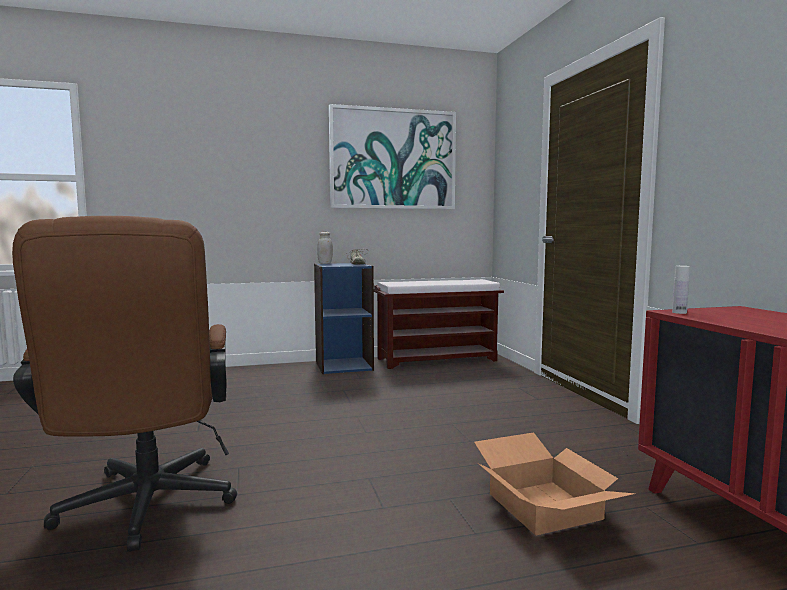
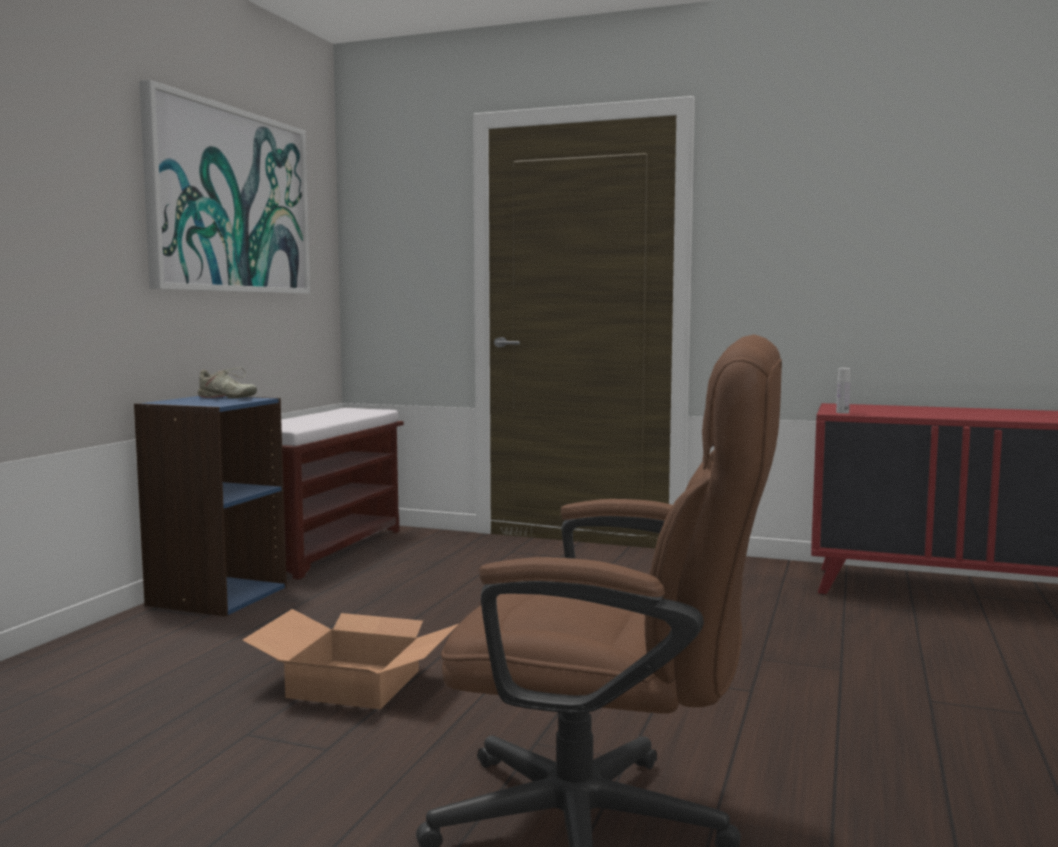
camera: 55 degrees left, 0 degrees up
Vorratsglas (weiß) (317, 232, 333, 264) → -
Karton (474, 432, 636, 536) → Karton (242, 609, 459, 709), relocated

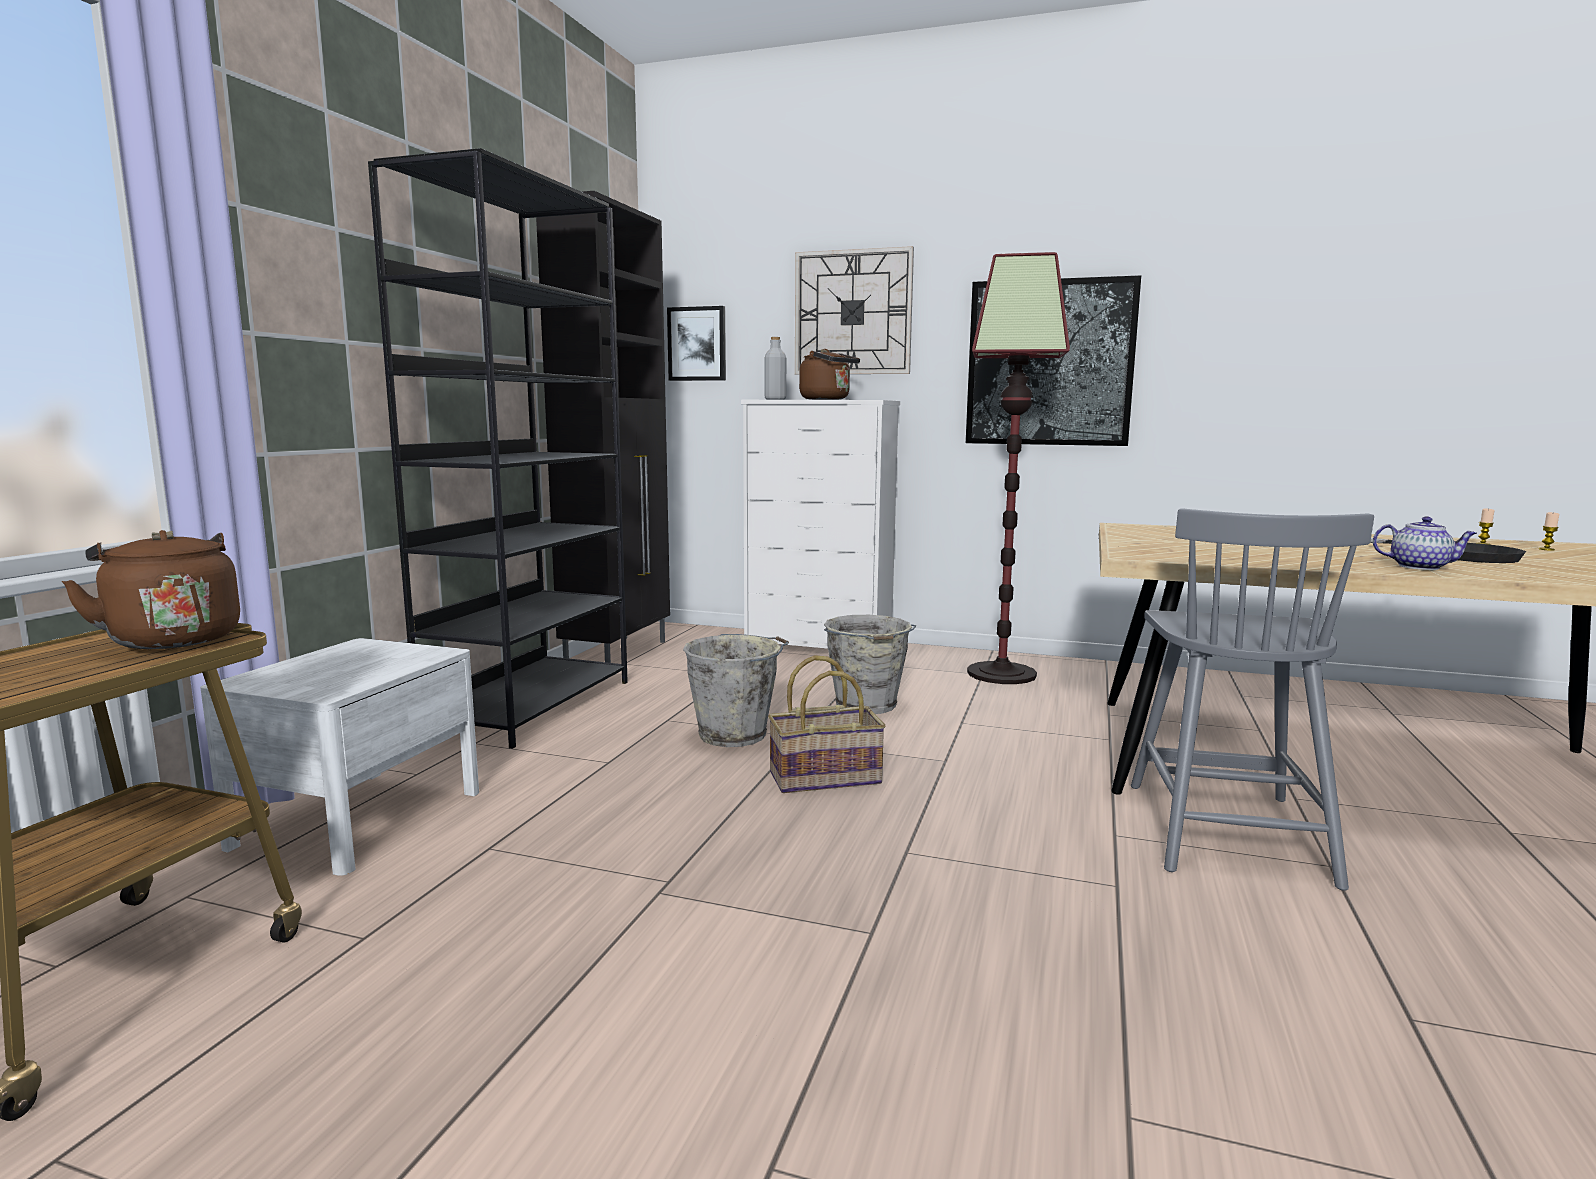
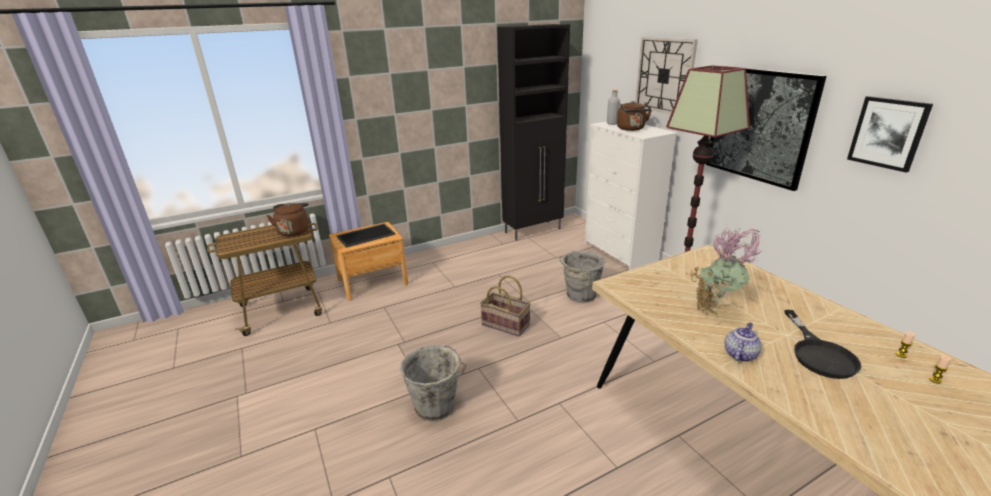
camera: 45 degrees right, 15 degrees up
Bücherregal (schwarz) (368, 148, 628, 749) → -
Stuhl (grau) (1131, 508, 1374, 891) → -
- → Tablett (337, 224, 396, 248)
- → Topfpflanze (691, 228, 763, 315)
Bild (667, 306, 726, 381) → Bild (847, 96, 933, 173), relocated
Eimer (grau) (683, 634, 789, 747) → Eimer (grau) (400, 346, 467, 422), relocated
Nachttisch (weiß) (200, 638, 479, 876) → Nachttisch (braun) (329, 222, 408, 301)
Teekanne (1373, 516, 1477, 570) → Teekanne (725, 322, 762, 362), 120 degrees counterclockwise

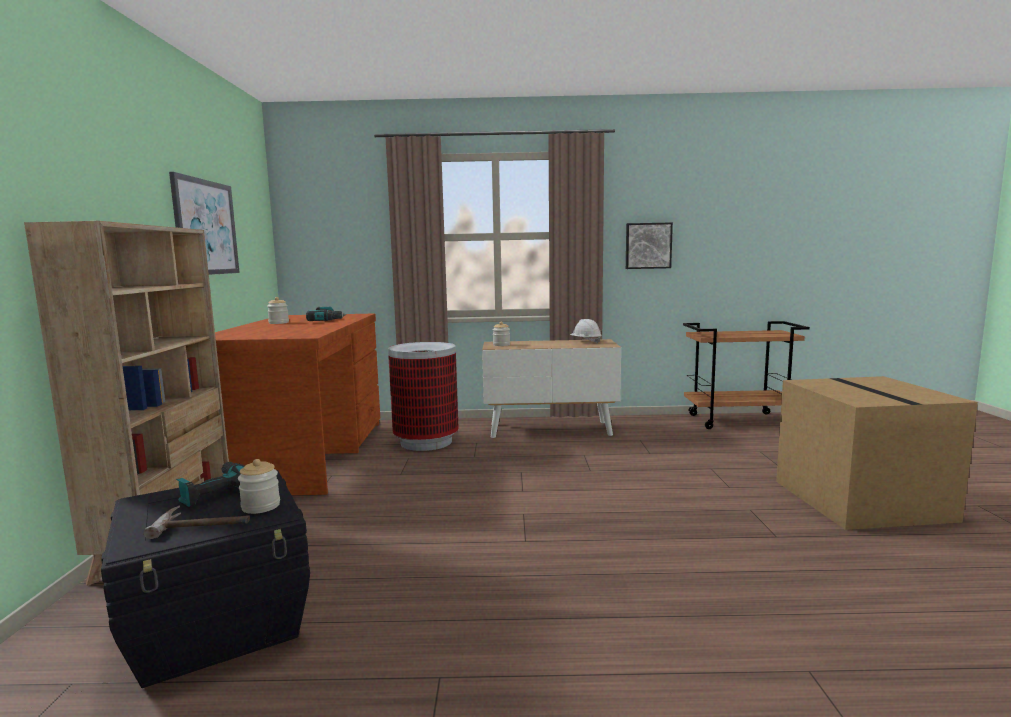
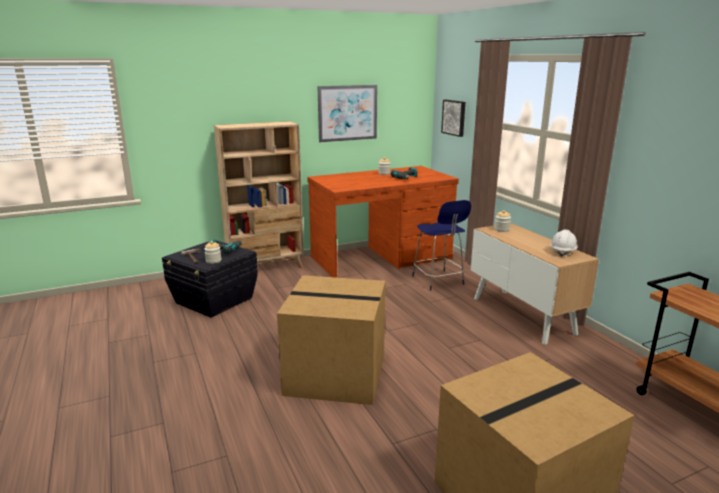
camera: 65 degrees right, 10 degrees up
- → Karton (277, 275, 385, 405)
Bild (626, 222, 673, 269) → Bild (441, 100, 465, 137), relocated
Mülleimer (388, 342, 458, 451) → Hocker (blau) (412, 200, 471, 291)

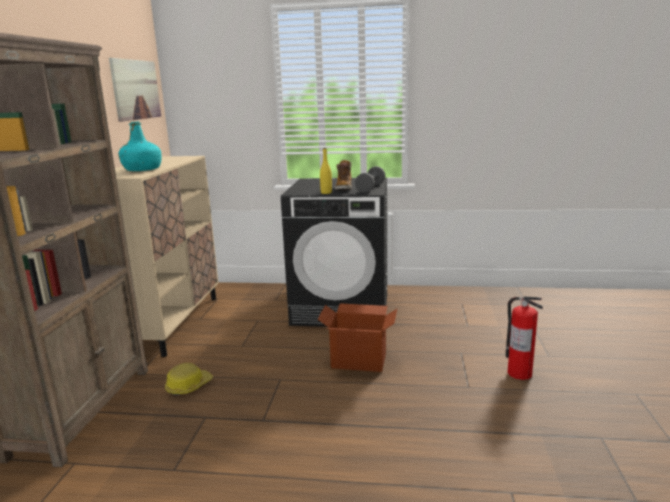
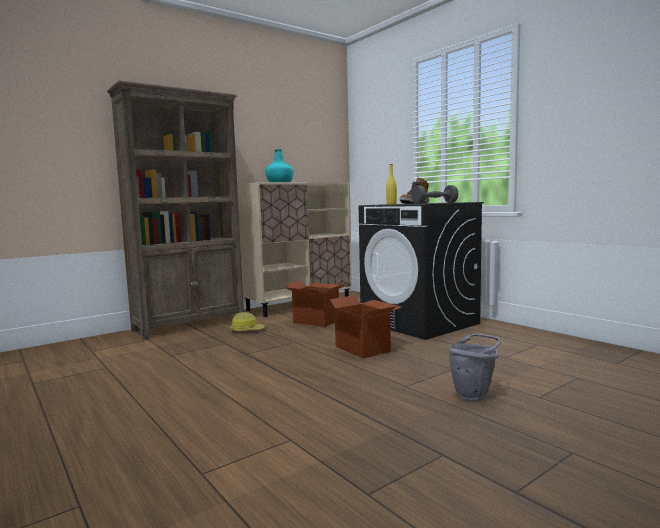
camera: 45 degrees right, 10 degrees down
Bild (109, 58, 161, 122) → -
- → Karton (284, 280, 345, 327)
Feuerlöscher (506, 296, 543, 380) → Eimer (grau) (448, 334, 501, 401)

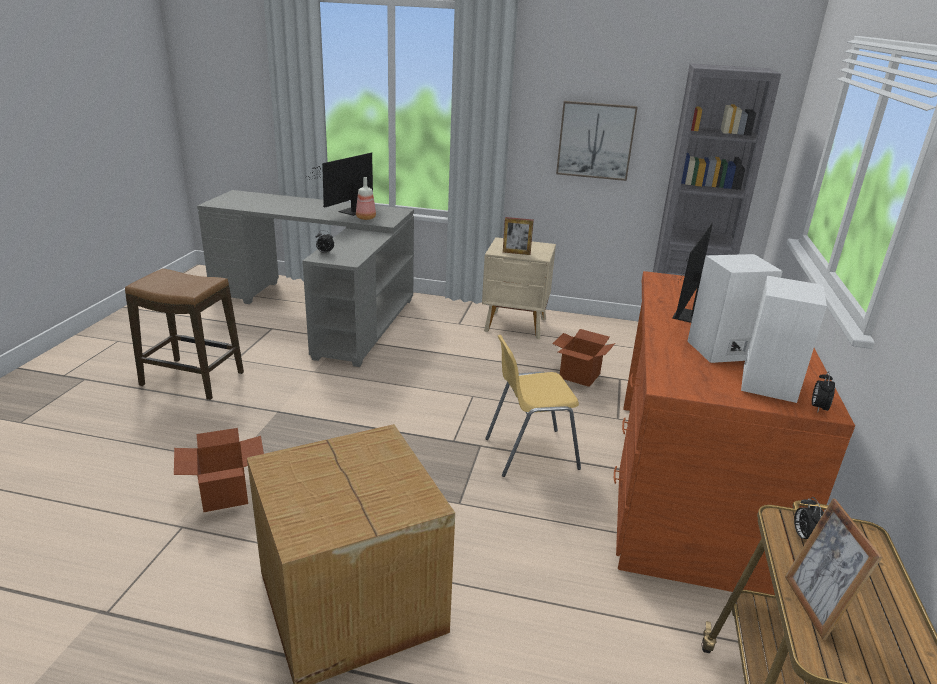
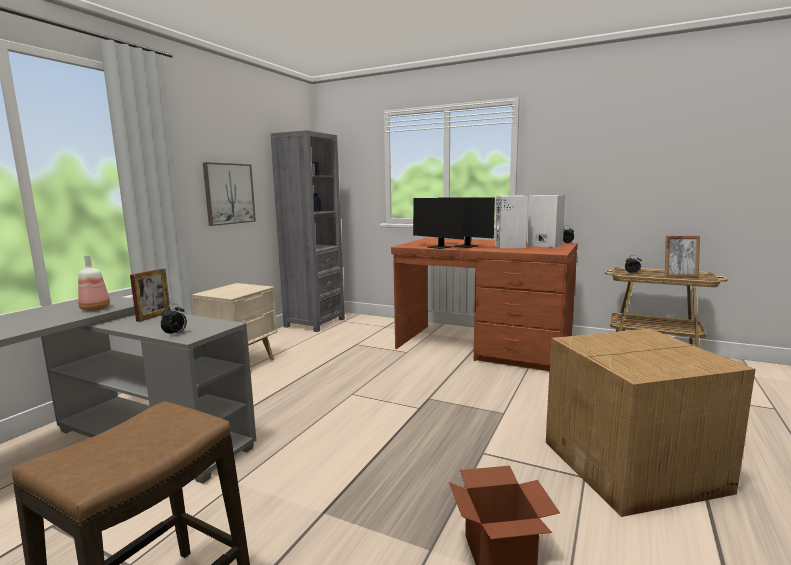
camera: 75 degrees left, 15 degrees down
Stuhl (gelb) (485, 335, 581, 477) → -
Karton (552, 329, 615, 387) → -
Monitor (305, 153, 373, 216) → Monitor (413, 198, 482, 249), relocated
Bilderrahmen (503, 217, 534, 255) → Bilderrahmen (130, 269, 170, 322), relocated

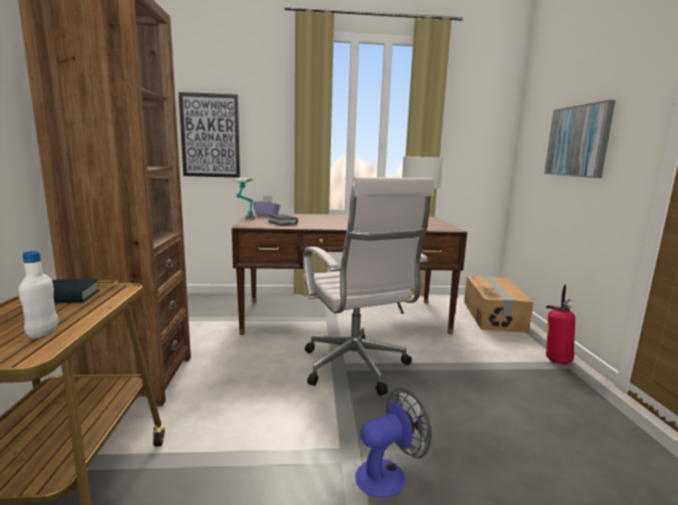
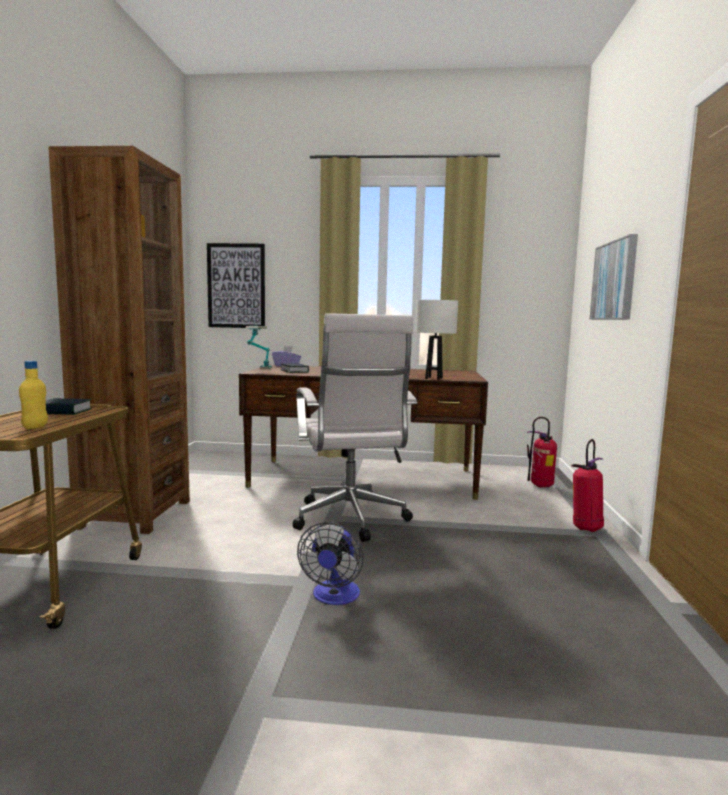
camera: 10 degrees right, 5 degrees down
Karton (464, 276, 534, 333) → Feuerlöscher (527, 417, 557, 487)
Flasche (weiß) (18, 251, 58, 339) → Flasche (gelb) (19, 361, 48, 429)
Ventilator (355, 388, 431, 498) → Ventilator (297, 522, 364, 605), 120 degrees clockwise

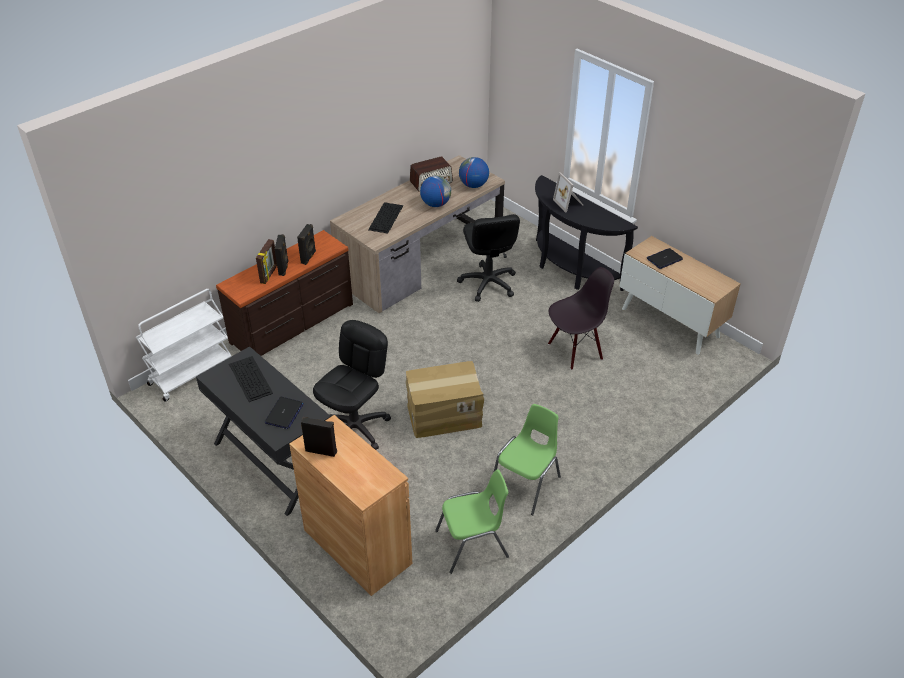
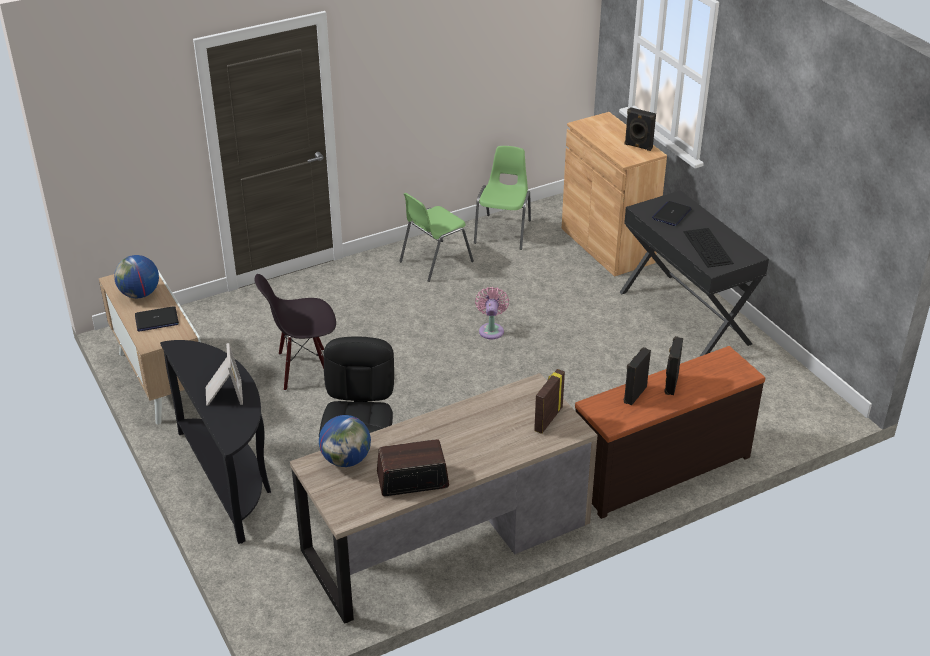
camera: 165 degrees left, 5 degrees down
Rollwagen (weiß) (136, 289, 232, 402) → -
Bürostuhl (schwarz) (313, 320, 391, 450) → -
Tastatur (368, 202, 403, 234) → -
Bilderrahmen (256, 239, 277, 284) → Bilderrahmen (534, 369, 565, 434), relocated
Globus (420, 176, 451, 207) → Globus (114, 255, 159, 298), relocated
Karton (406, 361, 484, 438) → Ventilator (rosa) (475, 287, 509, 339)
Stuhl (grün) (435, 469, 509, 574) → Stuhl (grün) (474, 146, 531, 250), 105 degrees clockwise

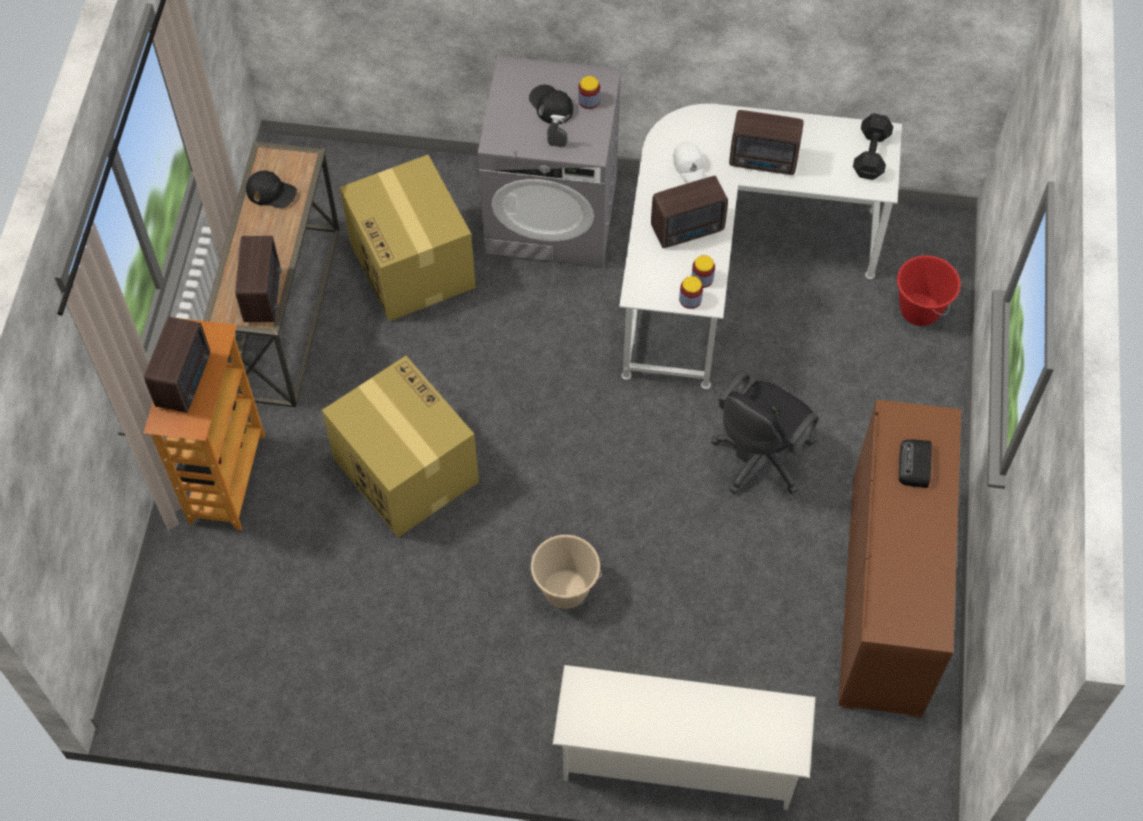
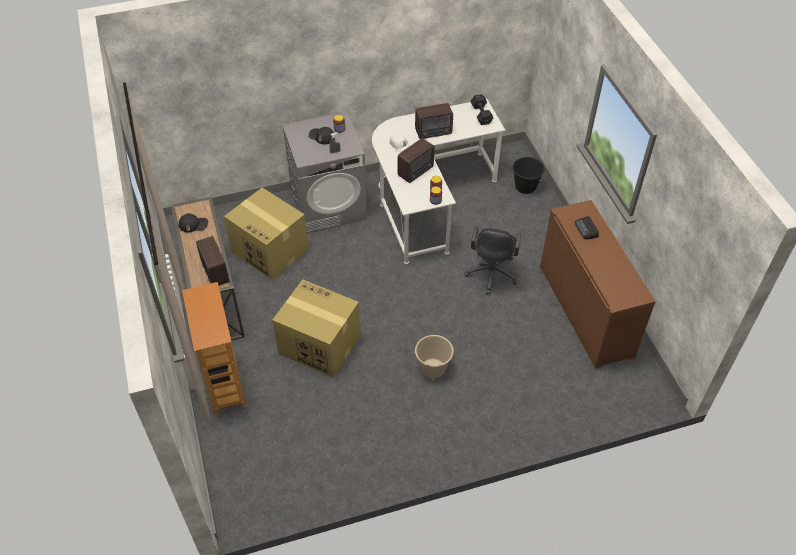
camera: 25 degrees left, 10 degrees down
Radio (144, 317, 210, 413) → -
Schuhregal (weiß) (553, 665, 816, 810) → -
Eimer (rot) (897, 255, 961, 326) → Eimer (schwarz) (512, 157, 545, 194)

